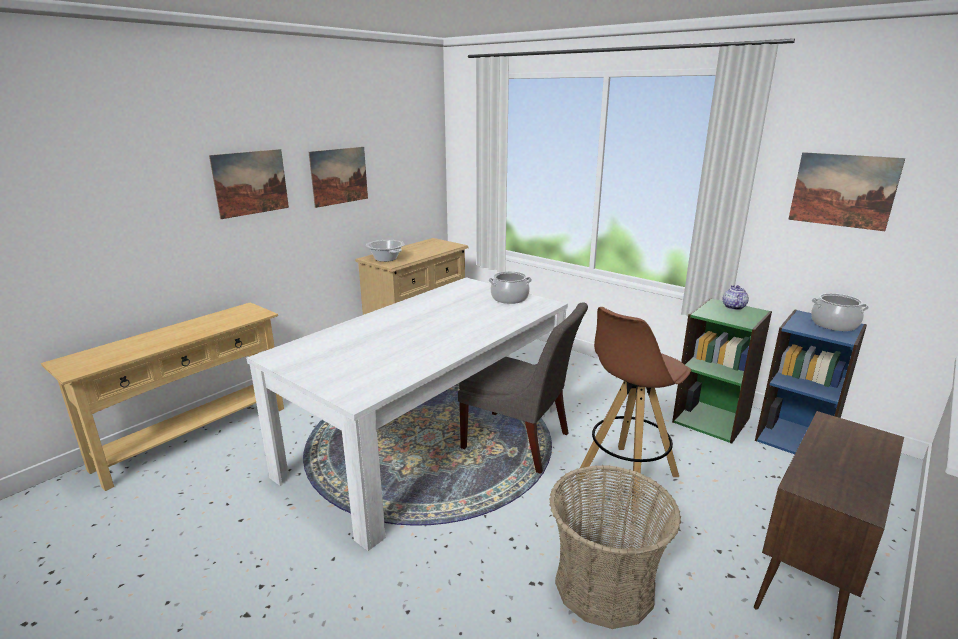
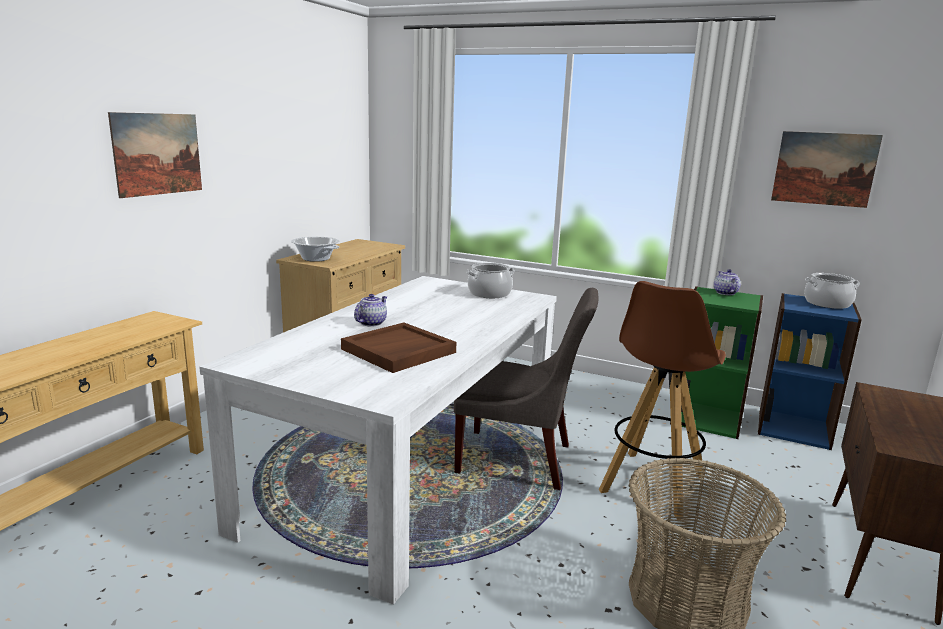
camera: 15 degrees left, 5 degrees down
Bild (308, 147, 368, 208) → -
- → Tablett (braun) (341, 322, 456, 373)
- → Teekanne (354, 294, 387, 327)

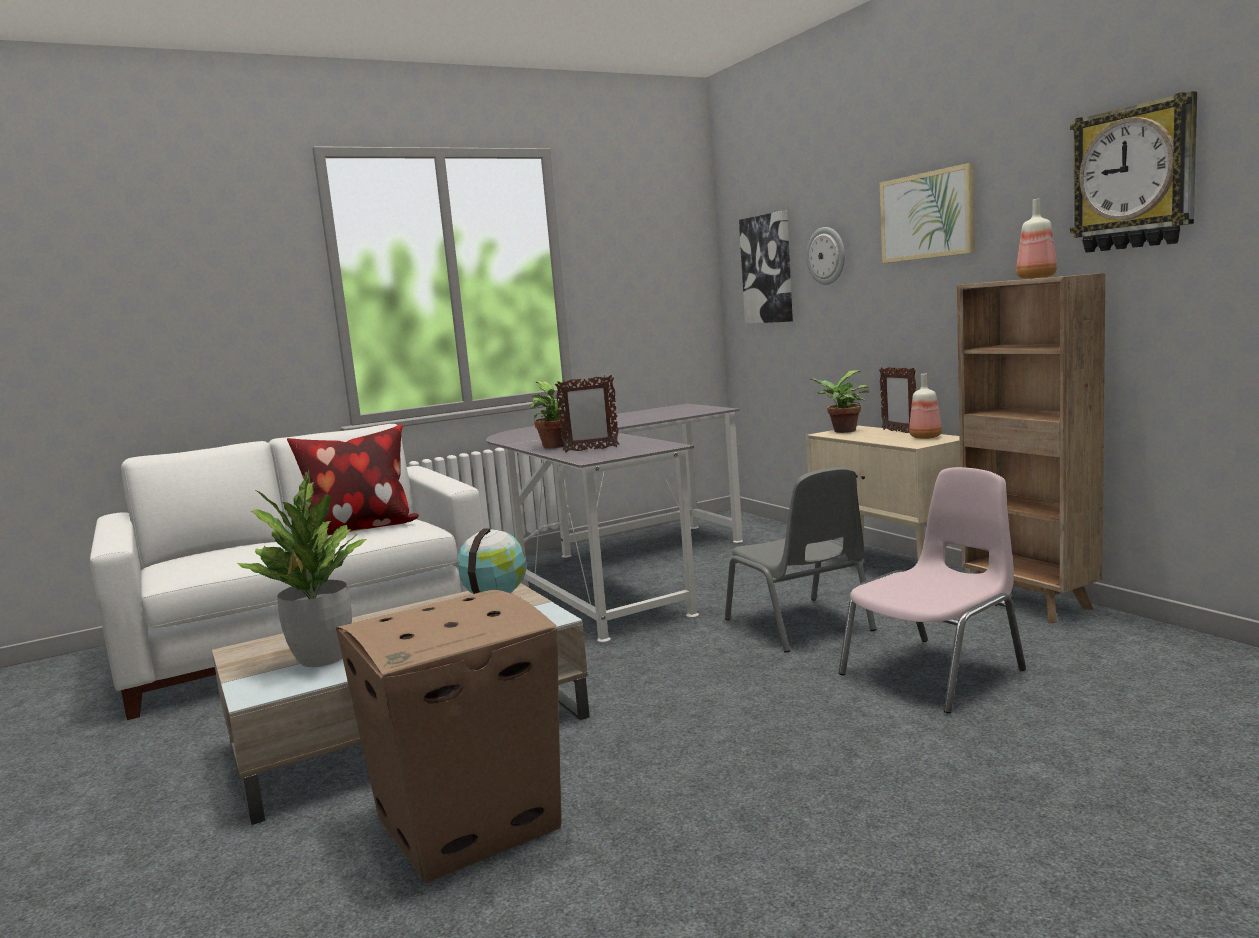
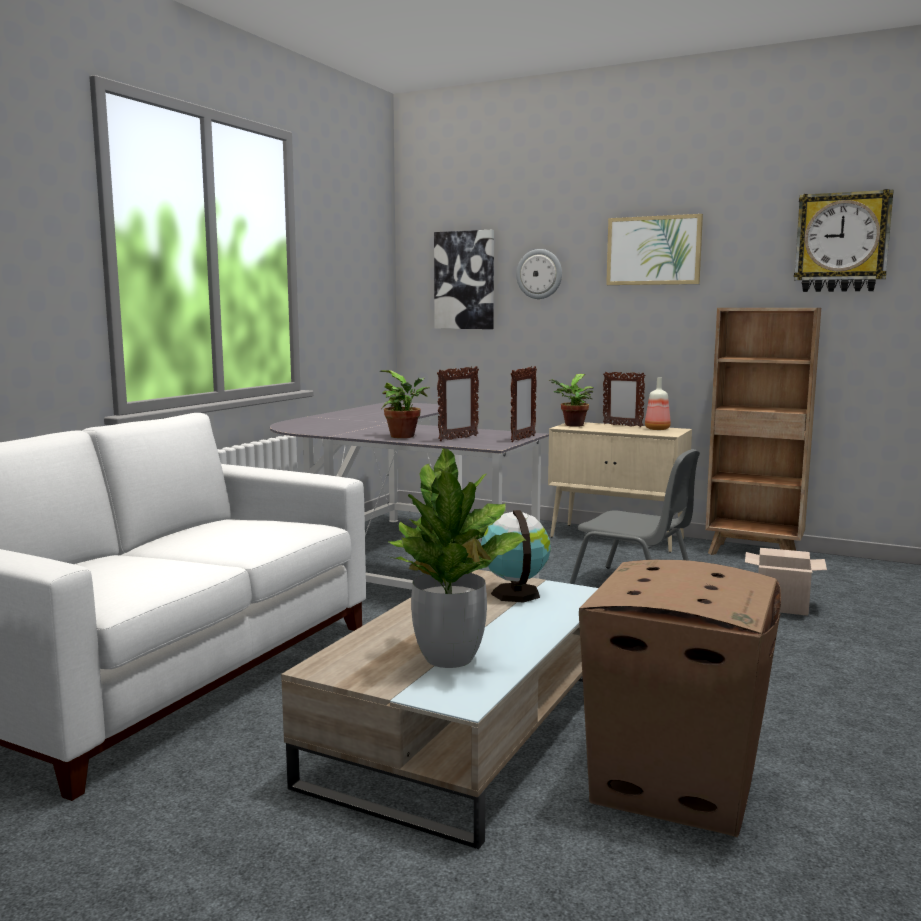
camera: 35 degrees left, 0 degrees up
Kissen (287, 424, 419, 535) → -
Flasche (1016, 199, 1057, 279) → -
- → Bilderrahmen (511, 366, 537, 442)
Stuhl (rosa) (839, 467, 1026, 714) → Karton (745, 548, 827, 616)

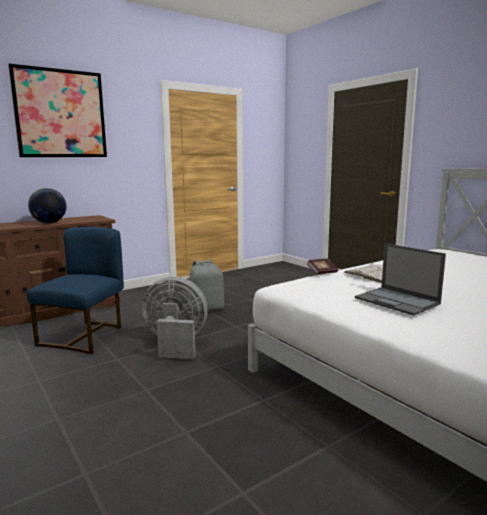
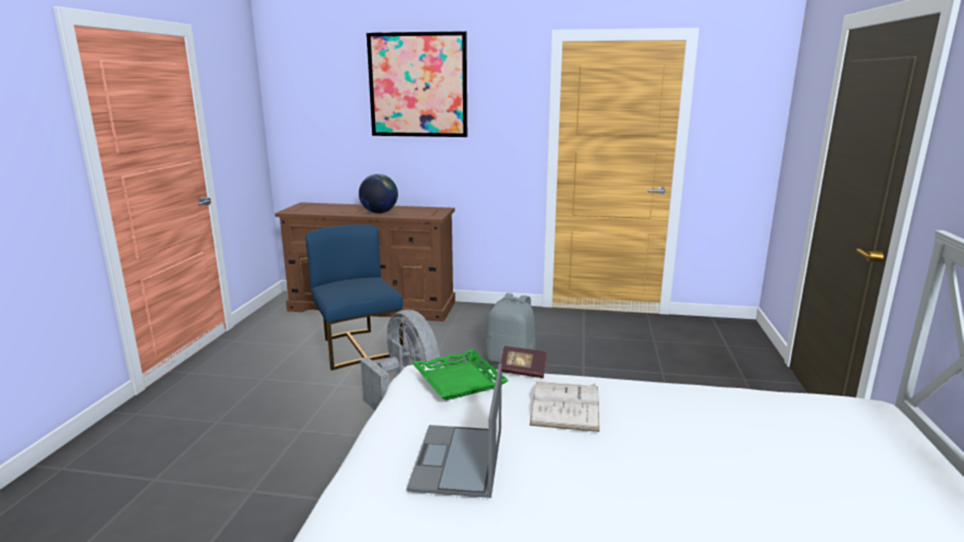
camera: 45 degrees right, 5 degrees up
- → Tablett (grün) (412, 349, 509, 400)
Stuhl (blau) (27, 227, 124, 354) → Stuhl (blau) (305, 224, 403, 370), 90 degrees counterclockwise

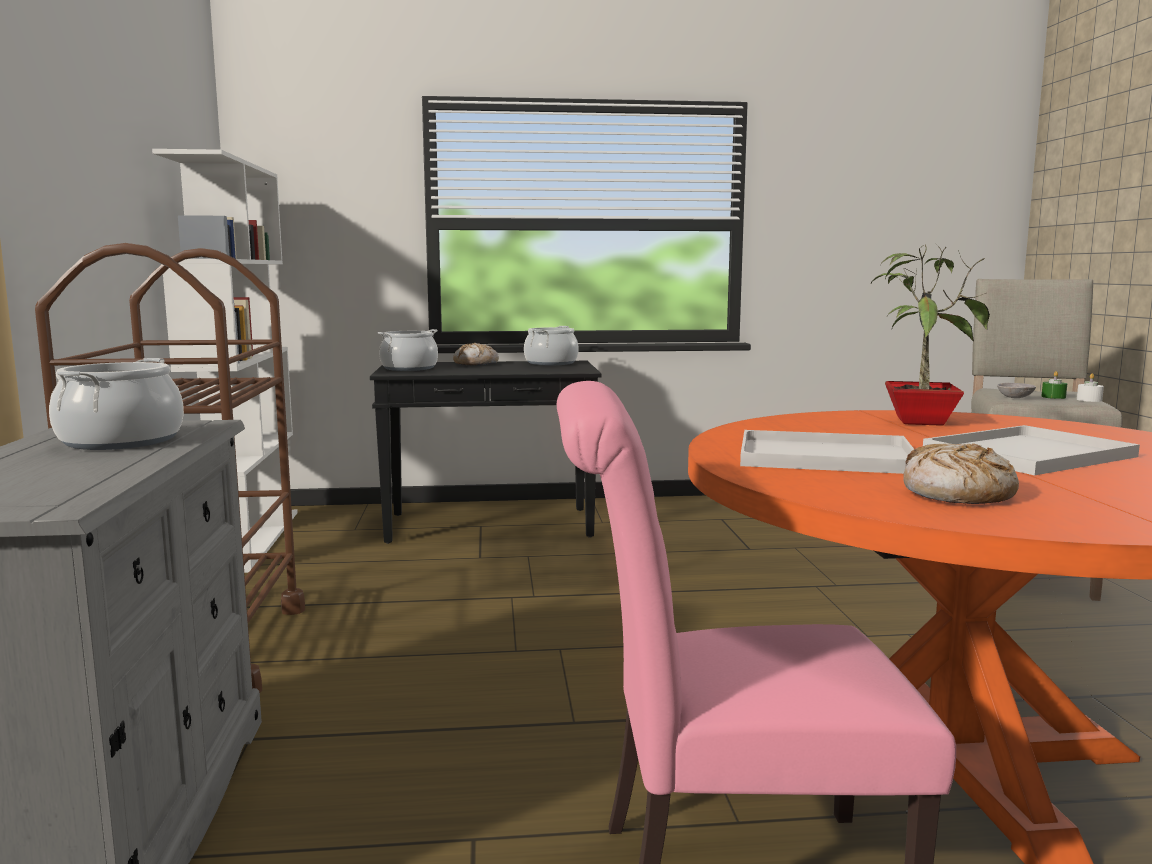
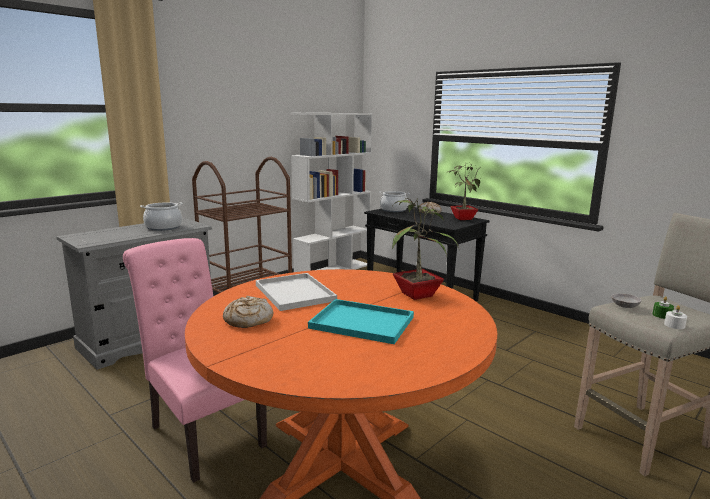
camera: 50 degrees right, 5 degrees up
Kochtopf (524, 326, 579, 365) → Topfpflanze (446, 162, 482, 220)
Tablett (weiß) (923, 425, 1140, 475) → Tablett (türkis) (308, 299, 414, 344)

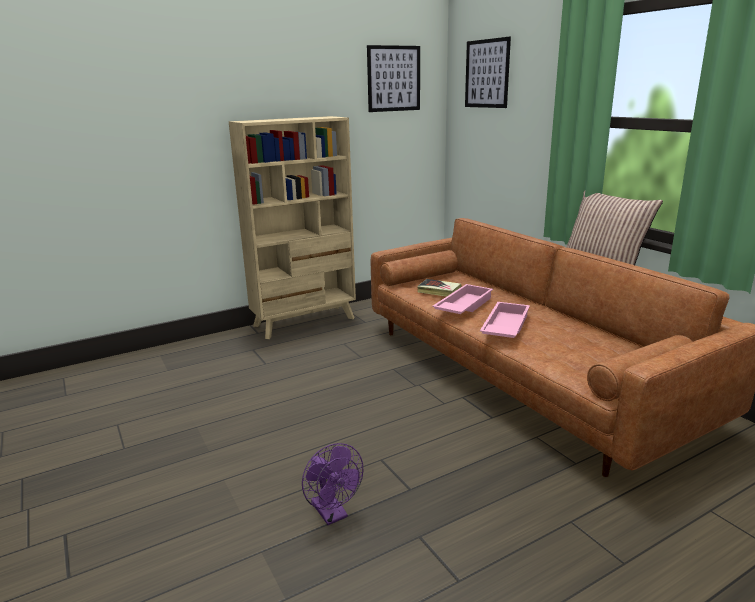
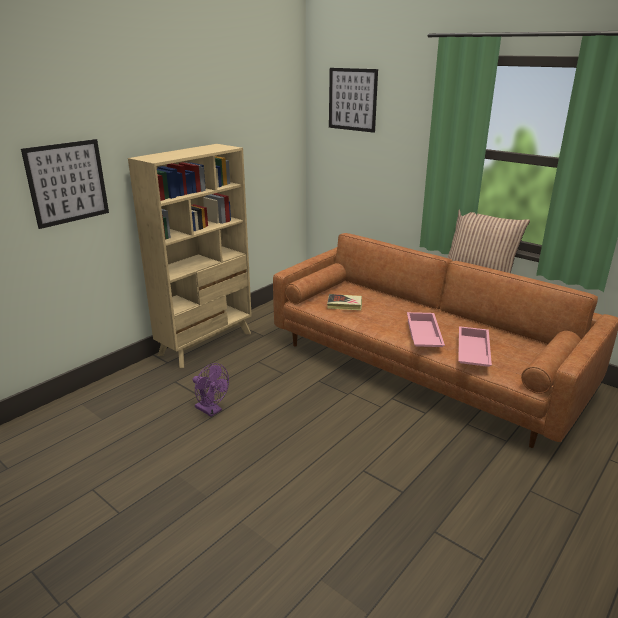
camera: 20 degrees left, 5 degrees up
Ventilator (lila) (302, 443, 363, 525) → Ventilator (lila) (193, 363, 229, 417), relocated
Bild (367, 45, 420, 112) → Bild (21, 139, 109, 229), relocated
Tablett (rosa) (432, 284, 493, 314) → Tablett (rosa) (458, 326, 492, 367), relocated

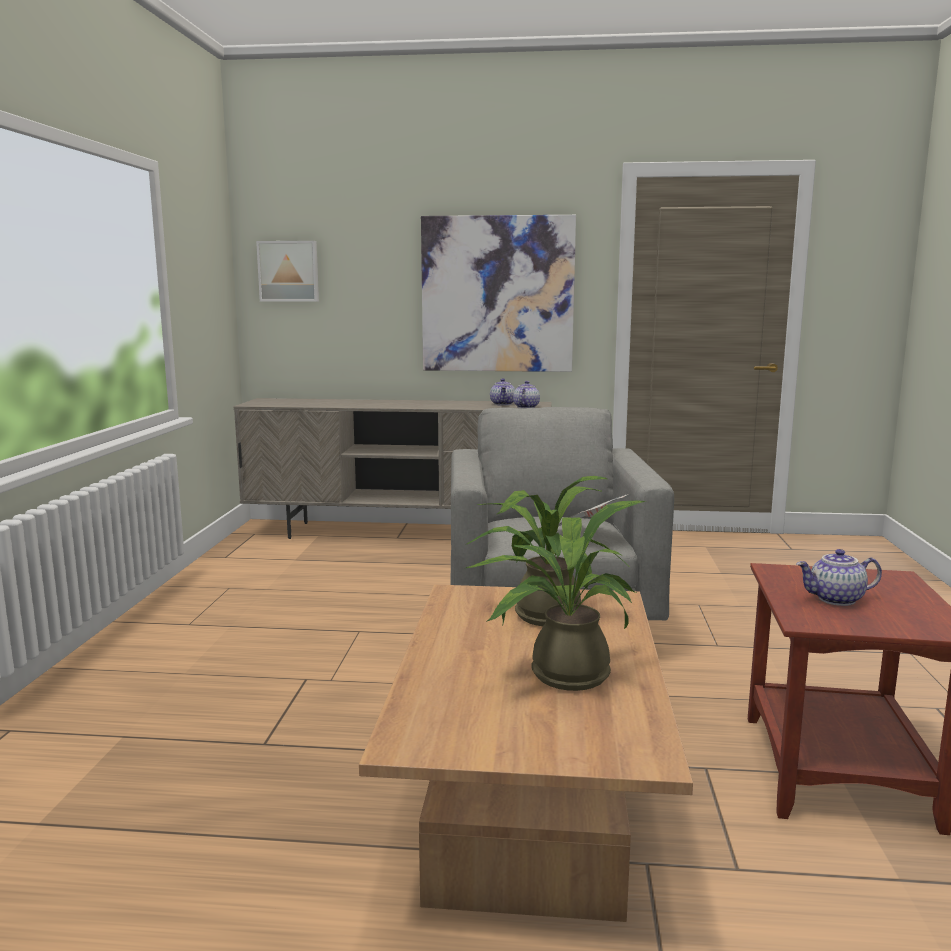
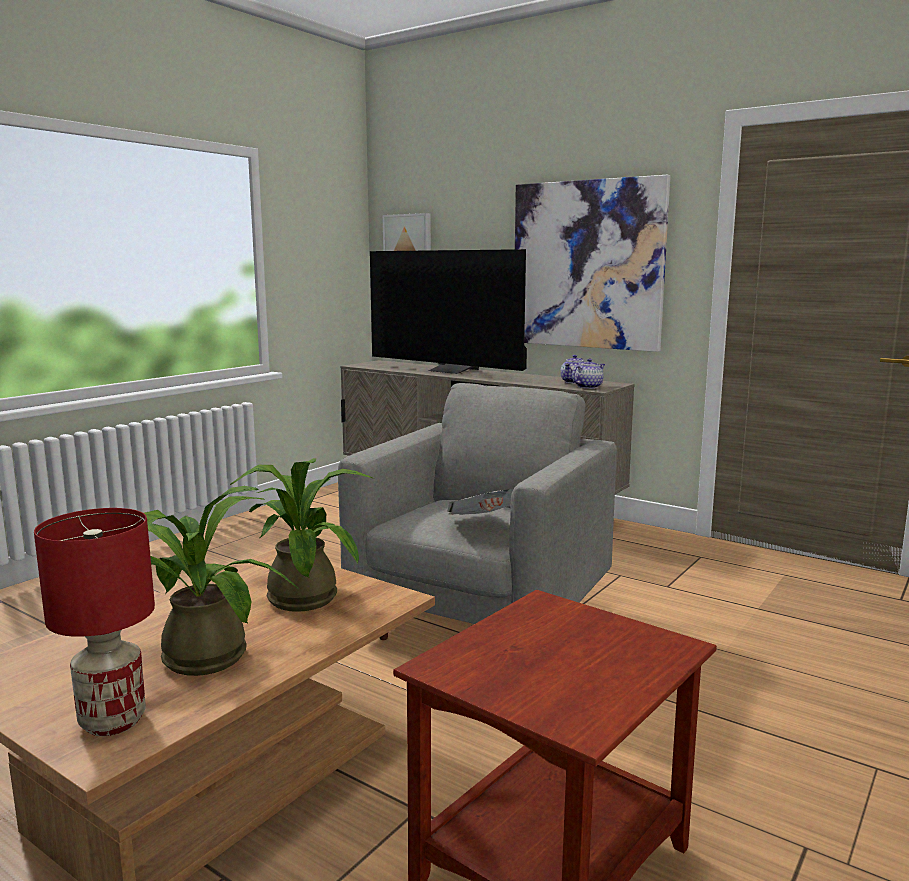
camera: 30 degrees right, 0 degrees up
Teekanne (796, 549, 882, 606) → -
- → Tischlampe (rot) (34, 508, 155, 736)
- → Fernseher (370, 249, 527, 374)

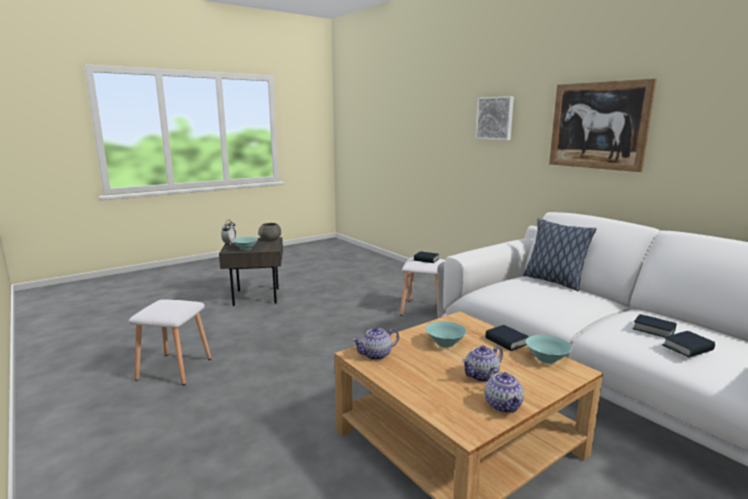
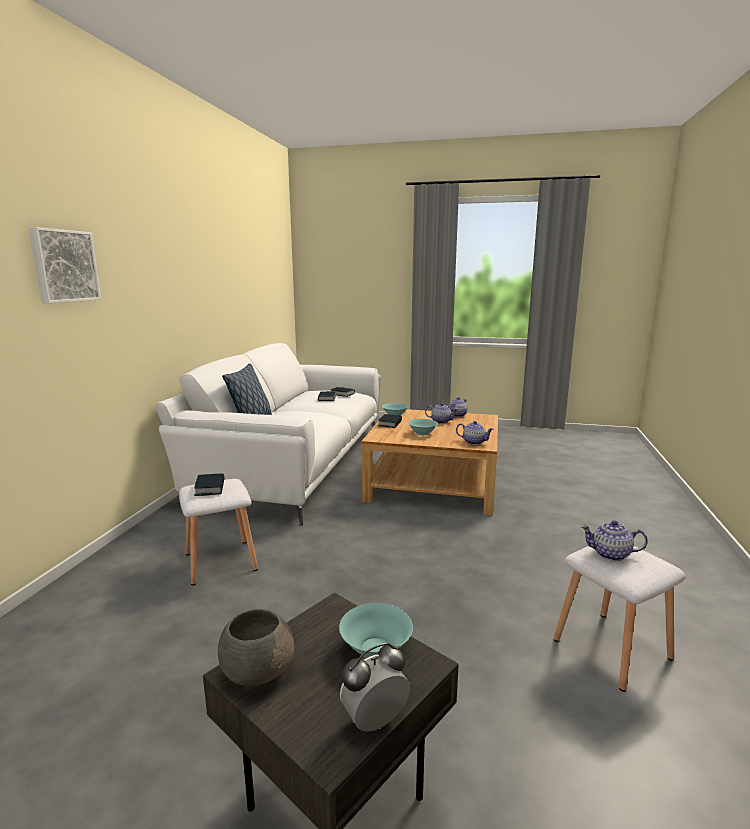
camera: 130 degrees left, 0 degrees up
Bild (549, 79, 657, 172) → -
- → Teekanne (581, 520, 648, 561)

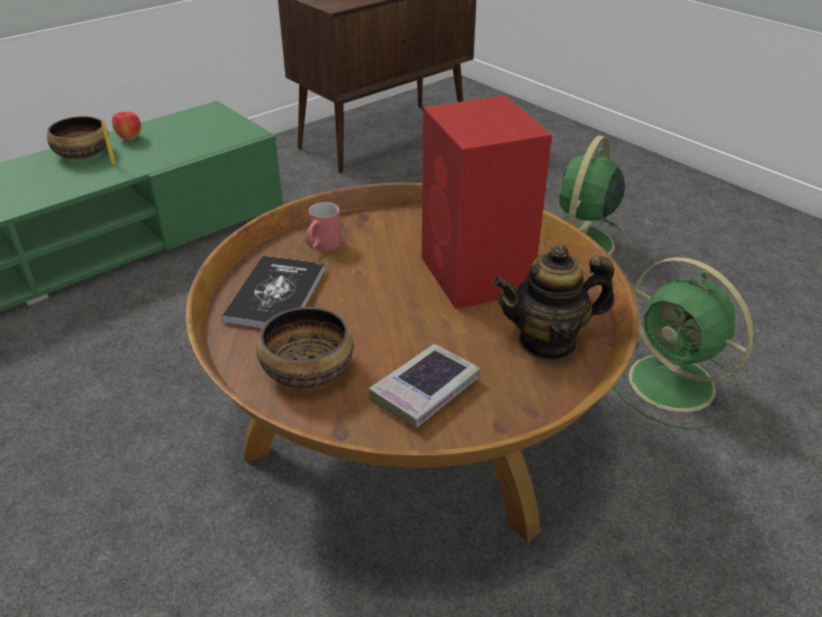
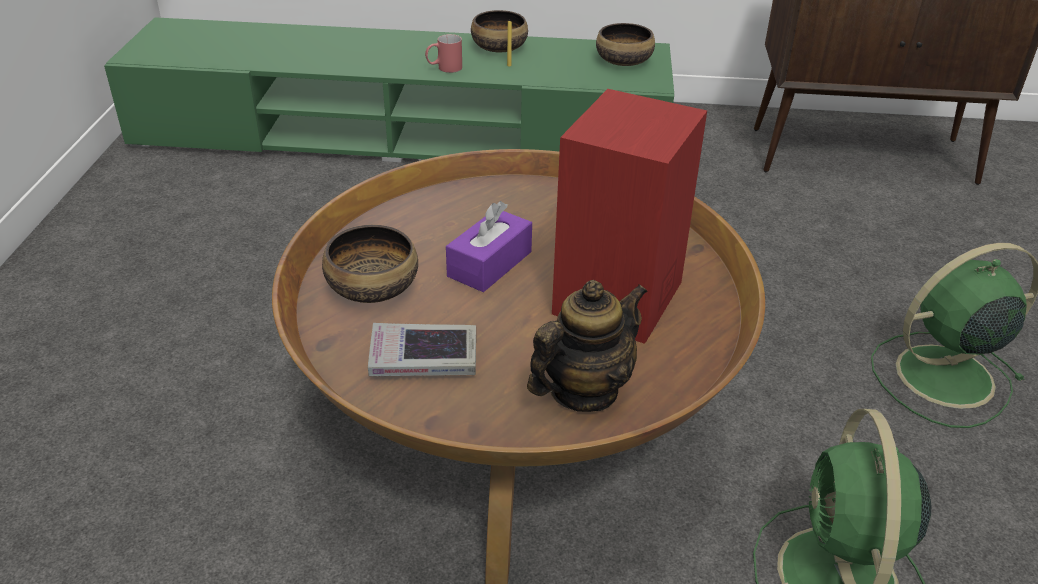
camera: 45 degrees right, 0 degrees up
Apfel (112, 111, 141, 141) → -
Buch (222, 256, 325, 328) → -
- → Taschentuchbox (lila) (446, 201, 532, 292)
- → Schüssel (596, 23, 655, 66)
Henkelbecher (rot) (305, 202, 341, 251) → Henkelbecher (rot) (425, 34, 462, 73), relocated
Teekanne (493, 244, 614, 360) → Teekanne (527, 280, 648, 412), 105 degrees clockwise

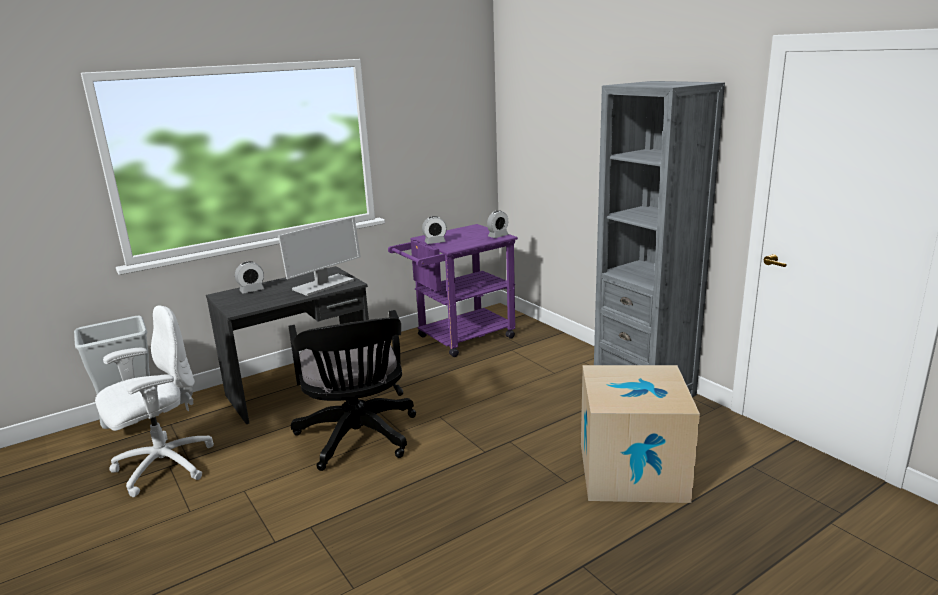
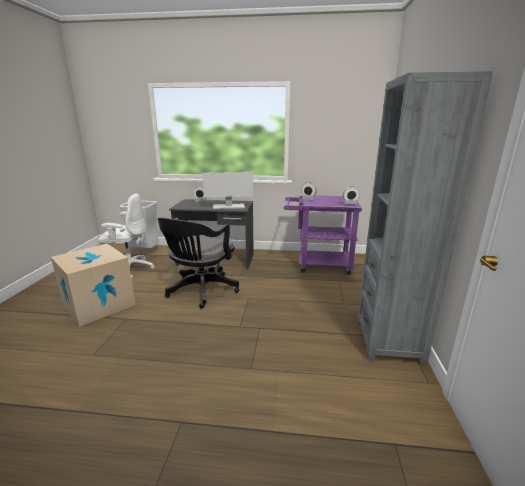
camera: 40 degrees right, 0 degrees up
Karton (581, 365, 700, 503) → Karton (51, 244, 136, 327), relocated

